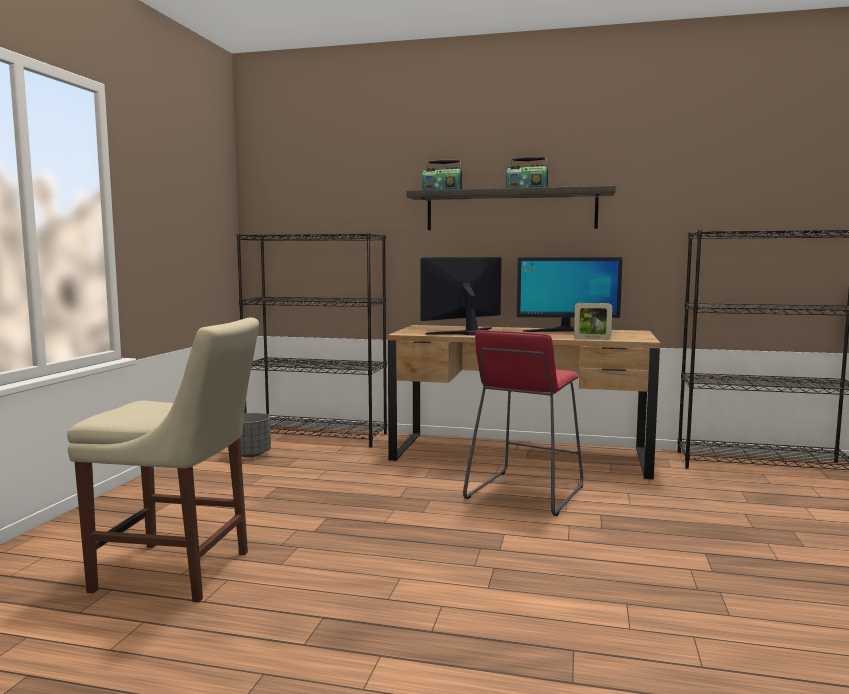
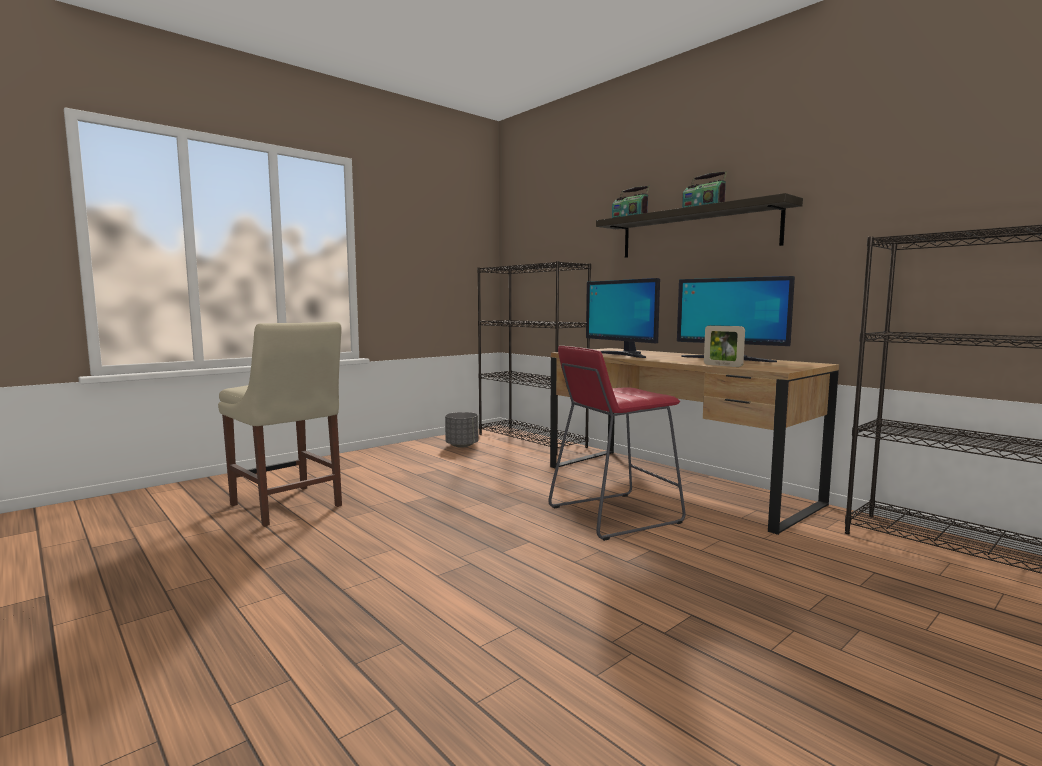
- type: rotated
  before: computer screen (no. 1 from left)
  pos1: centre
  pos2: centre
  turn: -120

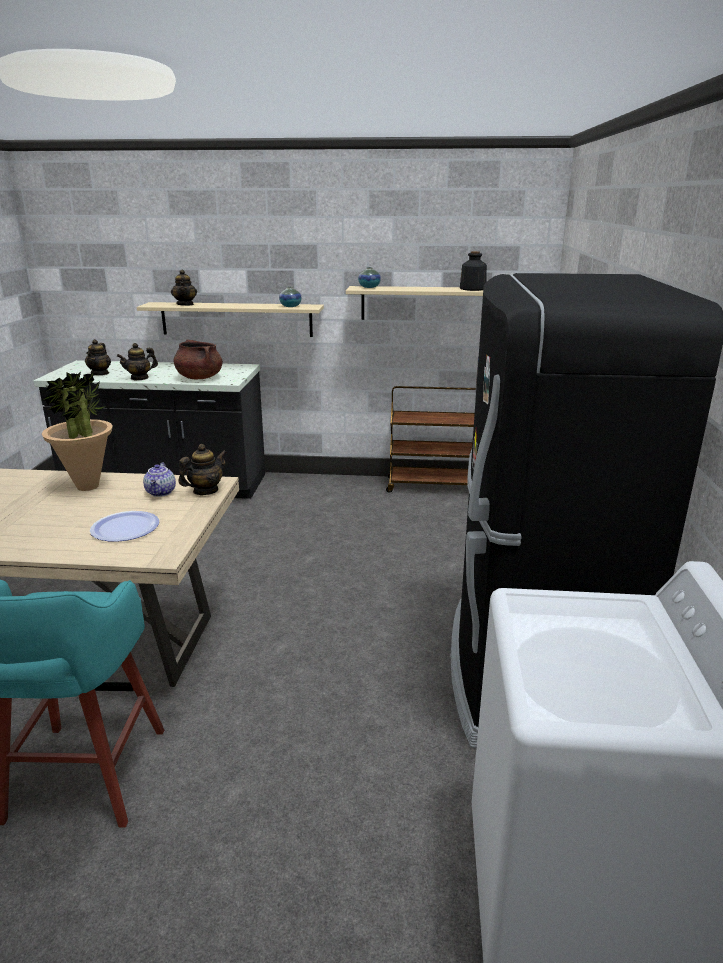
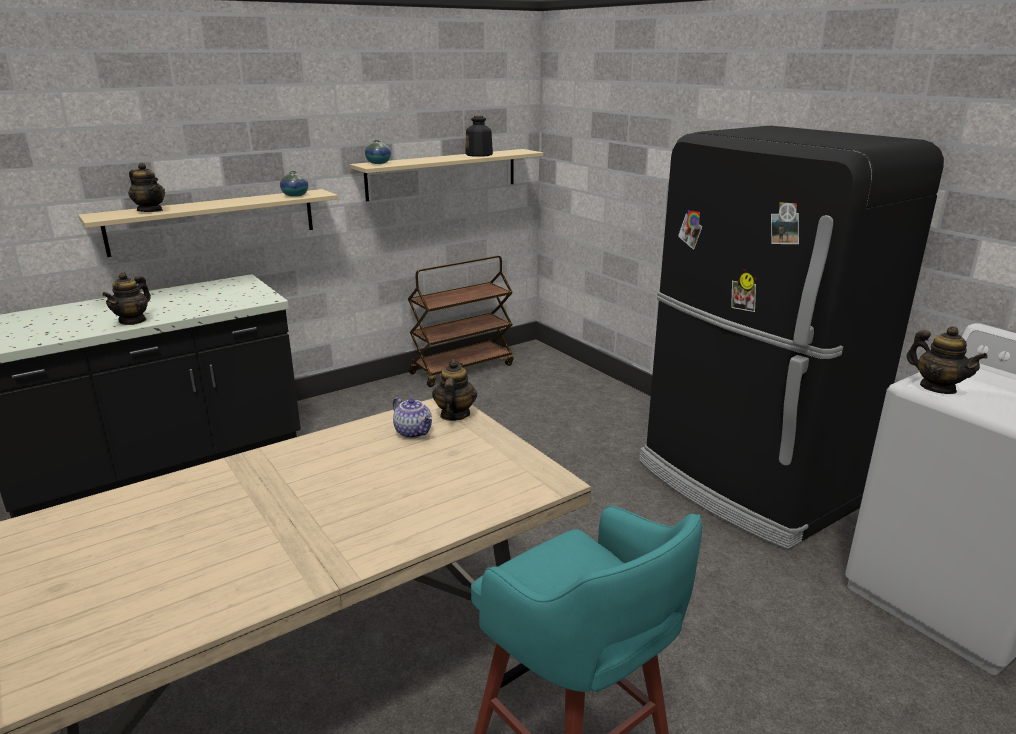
- type: shifted
  before: pot for tea (no. 1 from left in the first image)
  after: pot for tea (no. 5 from left)
  pos1: middle left
  pos2: middle right
- type: gone
  before: brown saucepot
  pos1: middle left
- type: gone
  before: potted plant
  pos1: middle left
- type: gone
  before: dinner plate
  pos1: middle left

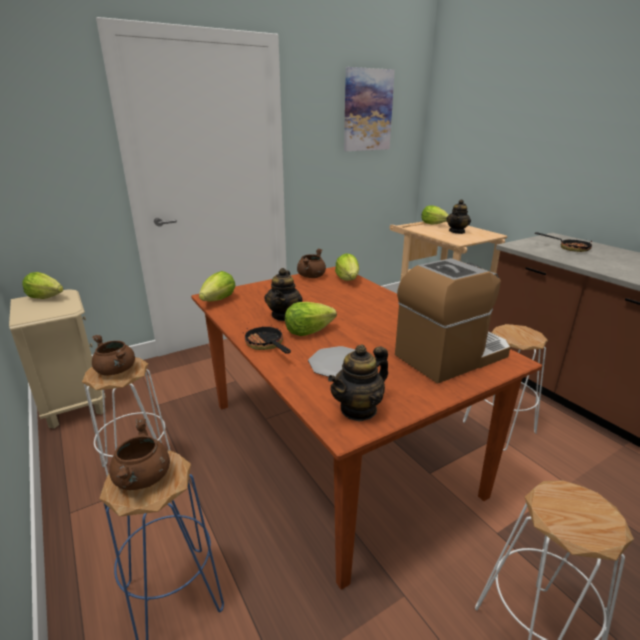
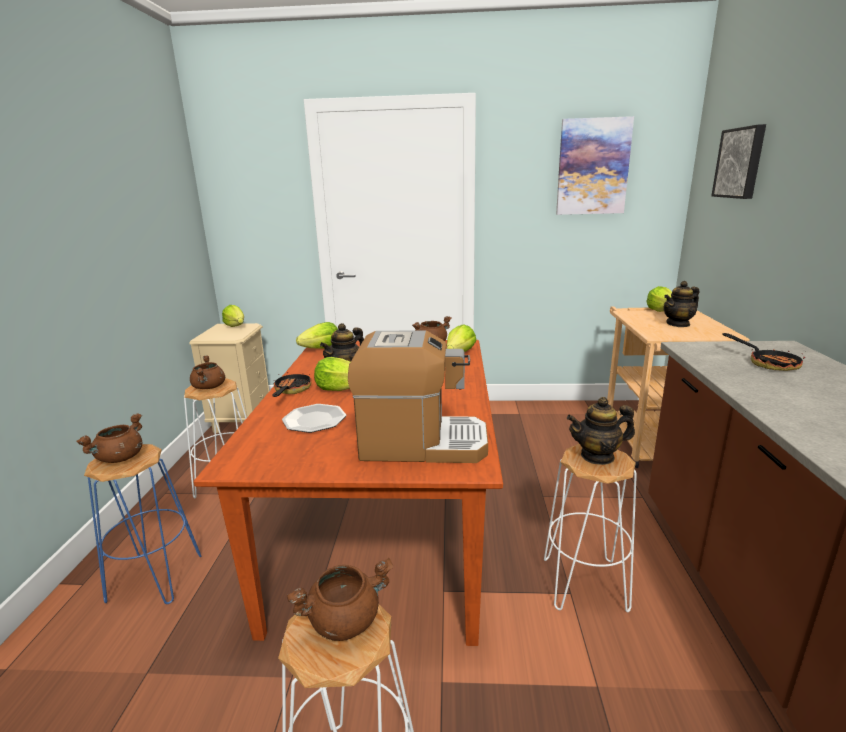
- type: shifted
  before: pot for tea (no. 2 from left)
  pos1: centre
  pos2: middle right
- type: new
  after: wall art (no. 2 from left)
  pos2: top right
- type: new
  after: brown saucepot (no. 3 from left)
  pos2: bottom centre

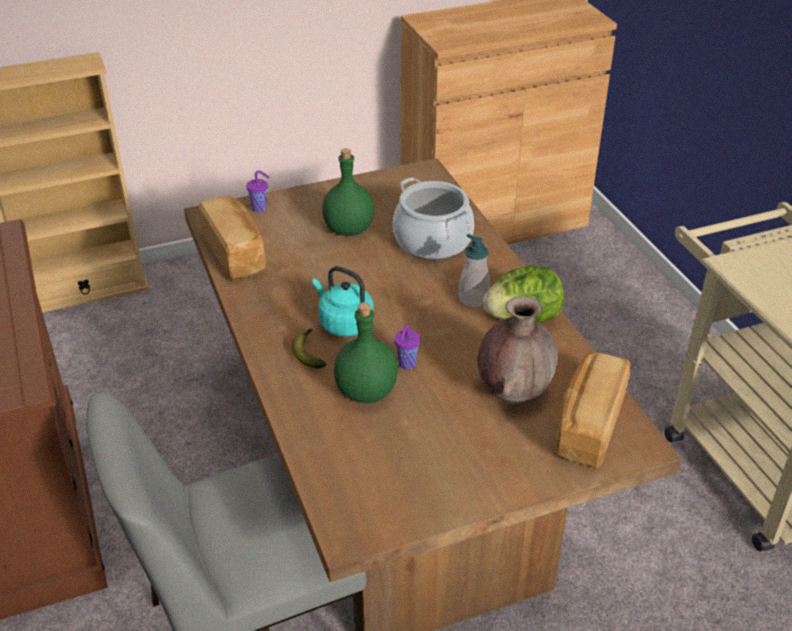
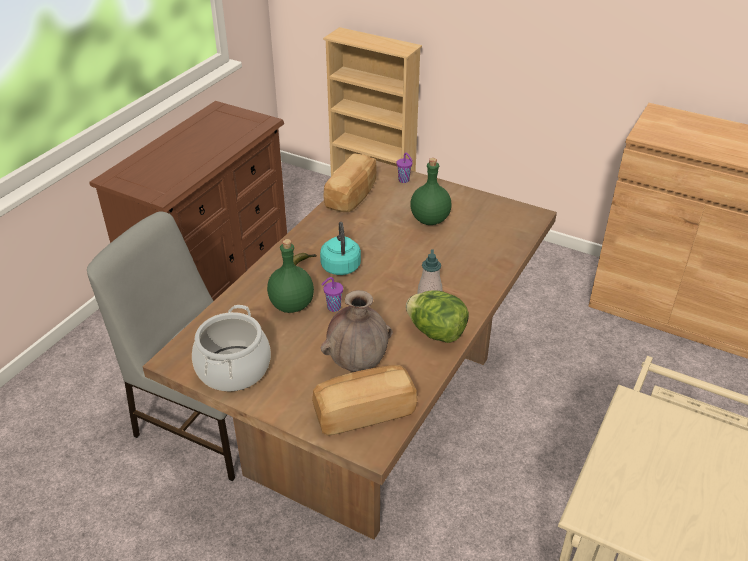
- type: shifted
  before: saucepot
  pos1: centre
  pos2: middle left

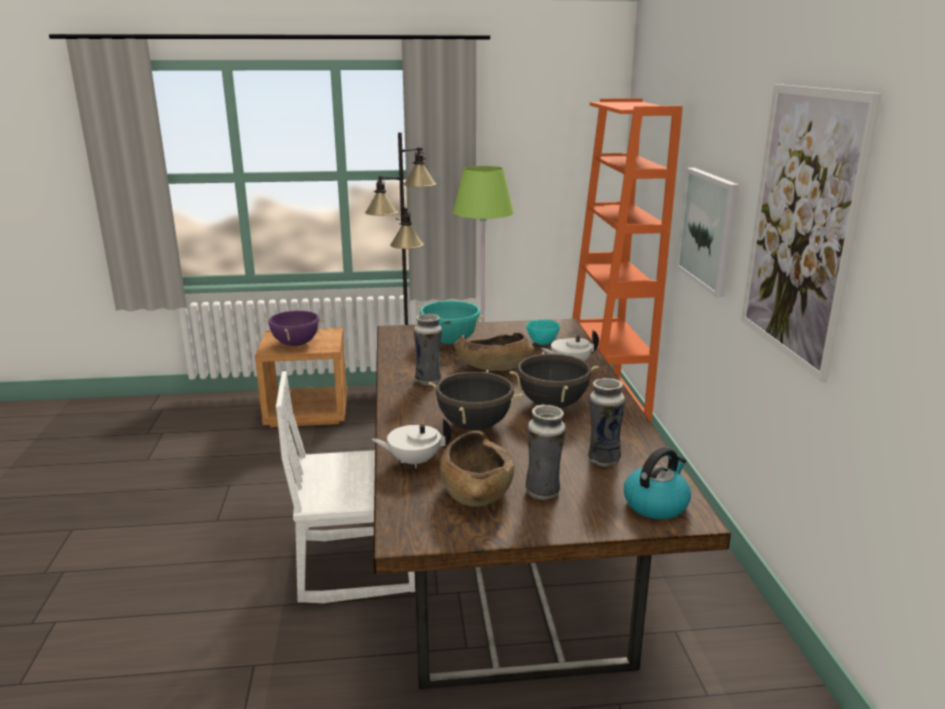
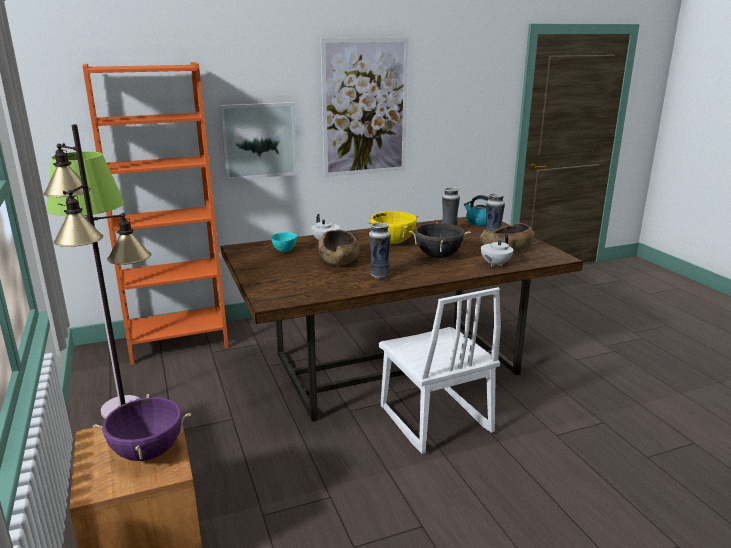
- type: gone
  before: turquoise saucepot
  pos1: centre
- type: repainted
  before: blackish saucepot (no. 2 from left)
  after: yellow-coloured saucepot
  pos1: centre
  pos2: centre
- type: rotated
  before: whitish pot for tea (no. 1 from left in the first image)
  pos1: centre
  pos2: middle right
  turn: 60

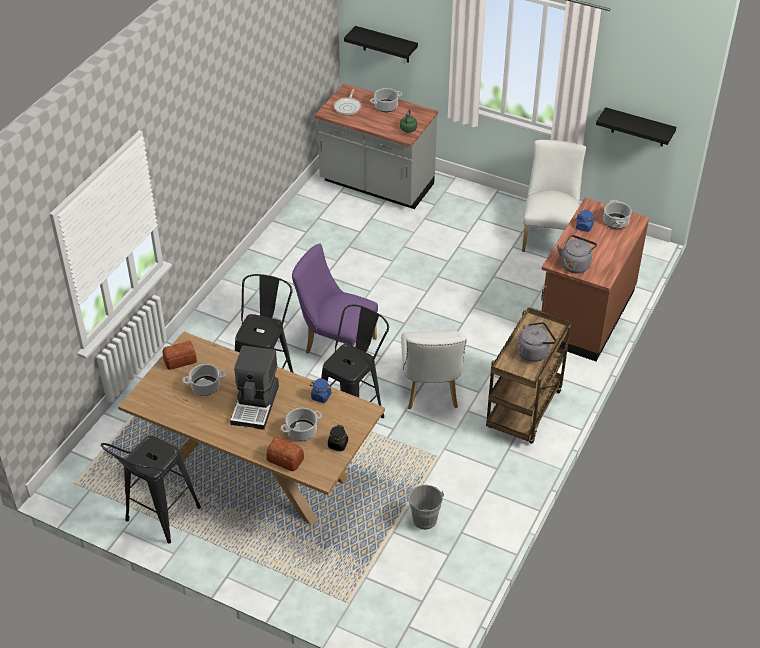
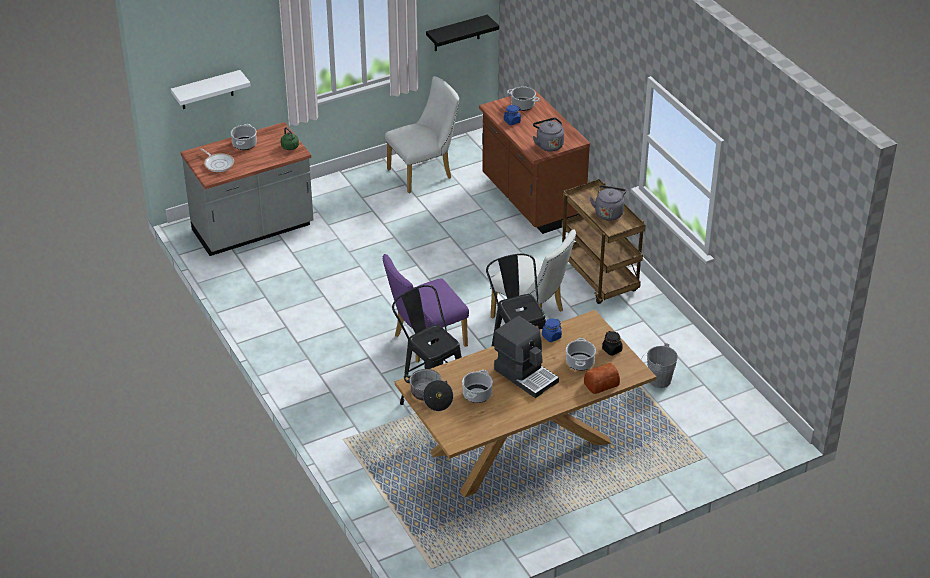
- type: repainted
  before: blackish wall shelf (no. 1 from left)
  after: whitish wall shelf
  pos1: top centre
  pos2: top left
- type: rotated
  before: whitish chair (no. 2 from left in the first image)
  pos1: top right
  pos2: top centre
  turn: 105
- type: swapped
  before: bakery bread (no. 1 from left)
  after: saucepot (no. 2 from left)
  pos1: middle left
  pos2: bottom centre
- type: gone
  before: blackish stool seat (no. 1 from left)
  pos1: bottom left

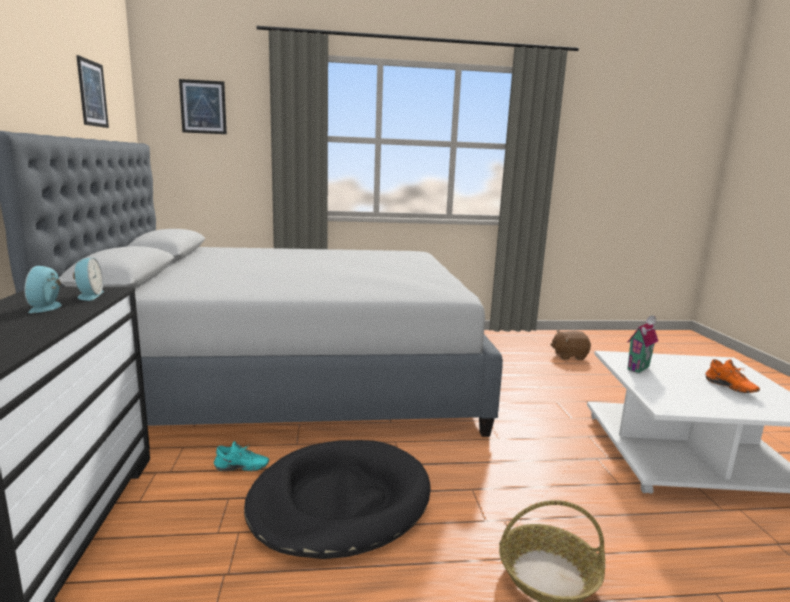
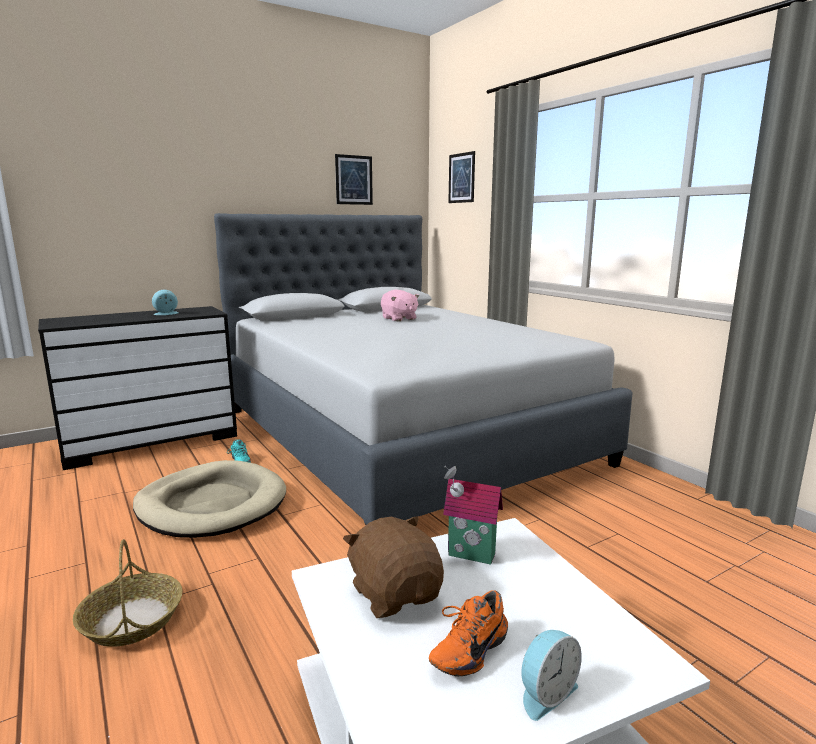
- type: shifted
  before: table clock (no. 2 from left)
  pos1: middle left
  pos2: bottom right
- type: shifted
  before: brown soft toy
  pos1: middle right
  pos2: bottom centre
- type: repainted
  before: blackish dog cushion
  after: beige dog cushion
  pos1: bottom centre
  pos2: bottom left
- type: new
  after: pinkish soft toy
  pos2: centre

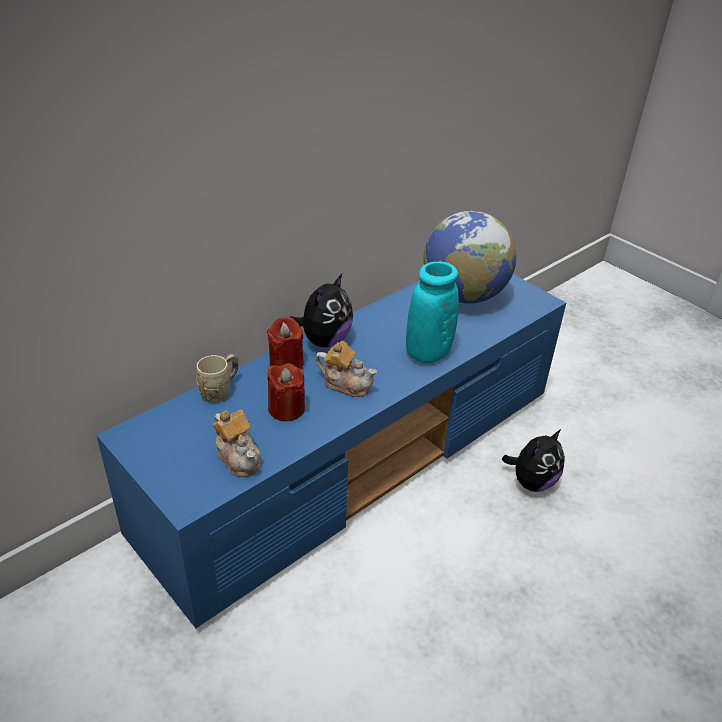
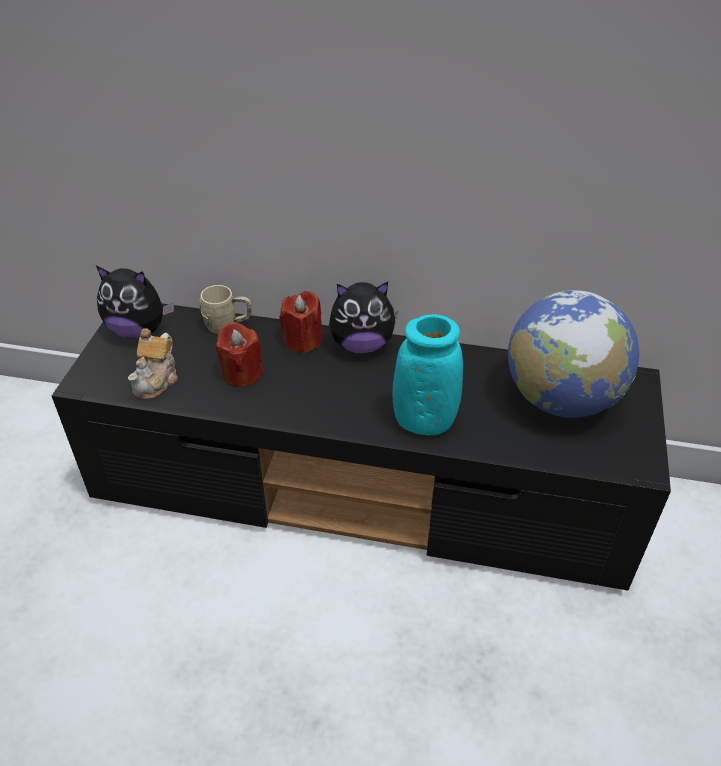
- type: repainted
  before: bluish tv stand
  after: blackish tv stand
  pos1: centre
  pos2: centre
- type: gone
  before: pot for tea (no. 2 from left)
  pos1: centre
- type: shifted
  before: soft toy (no. 2 from left in the first image)
  after: soft toy (no. 1 from left)
  pos1: middle right
  pos2: middle left

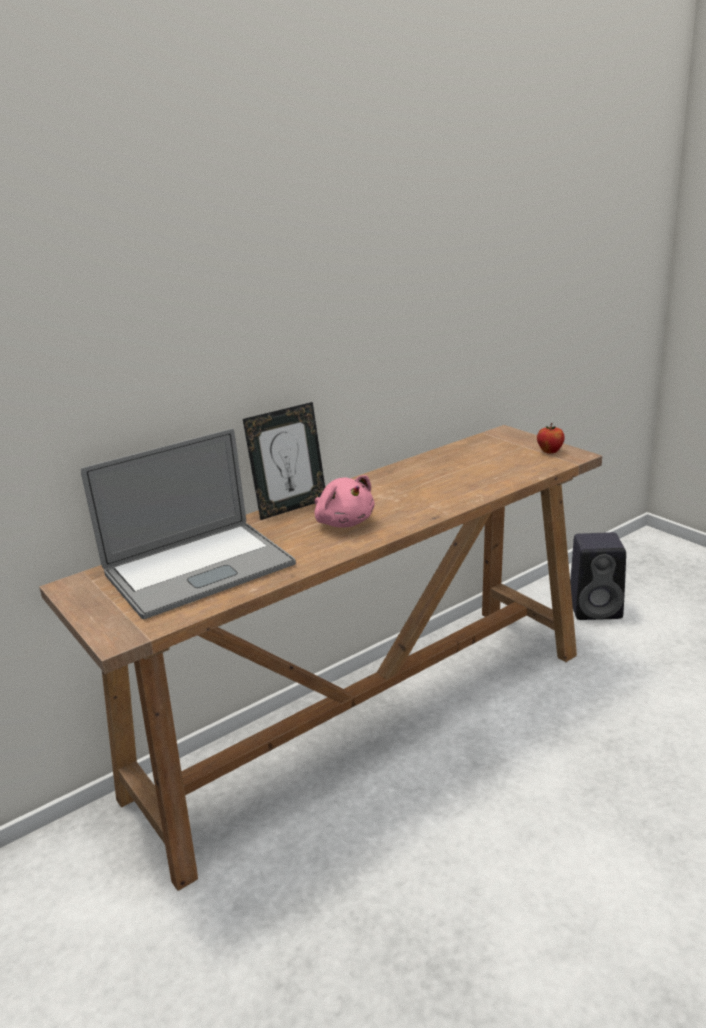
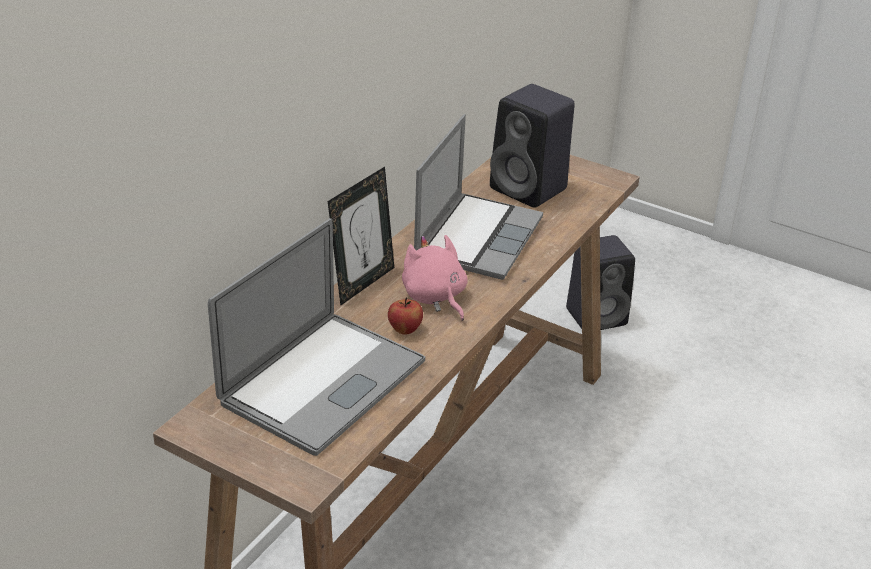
- type: shifted
  before: apple
  pos1: middle right
  pos2: centre
- type: rotated
  before: pinkish soft toy
  pos1: centre
  pos2: centre
  turn: -150
- type: new
  after: blackish audio speaker (no. 1 from left)
  pos2: top centre
- type: new
  after: notebook computer (no. 2 from left)
  pos2: centre

